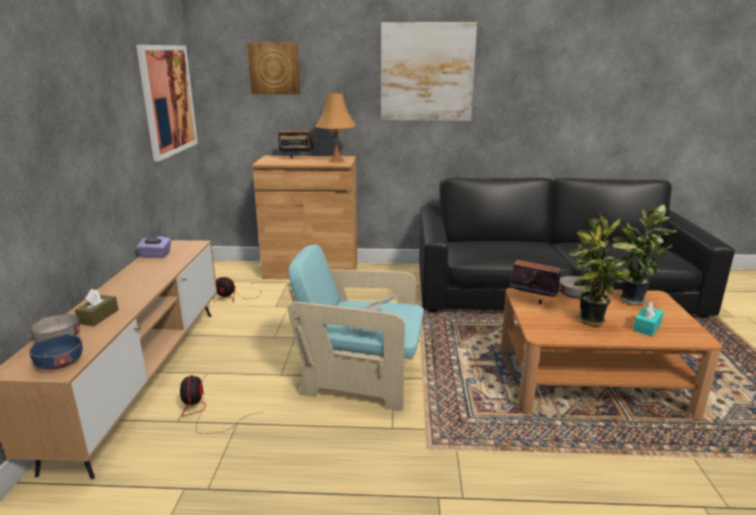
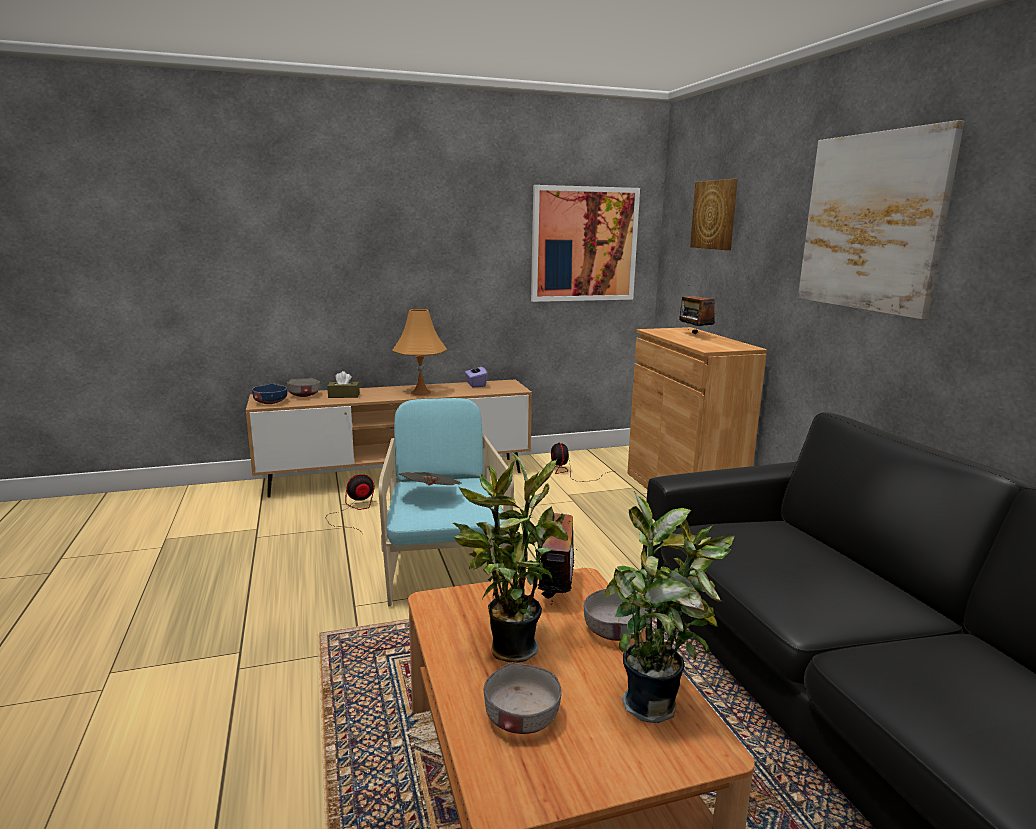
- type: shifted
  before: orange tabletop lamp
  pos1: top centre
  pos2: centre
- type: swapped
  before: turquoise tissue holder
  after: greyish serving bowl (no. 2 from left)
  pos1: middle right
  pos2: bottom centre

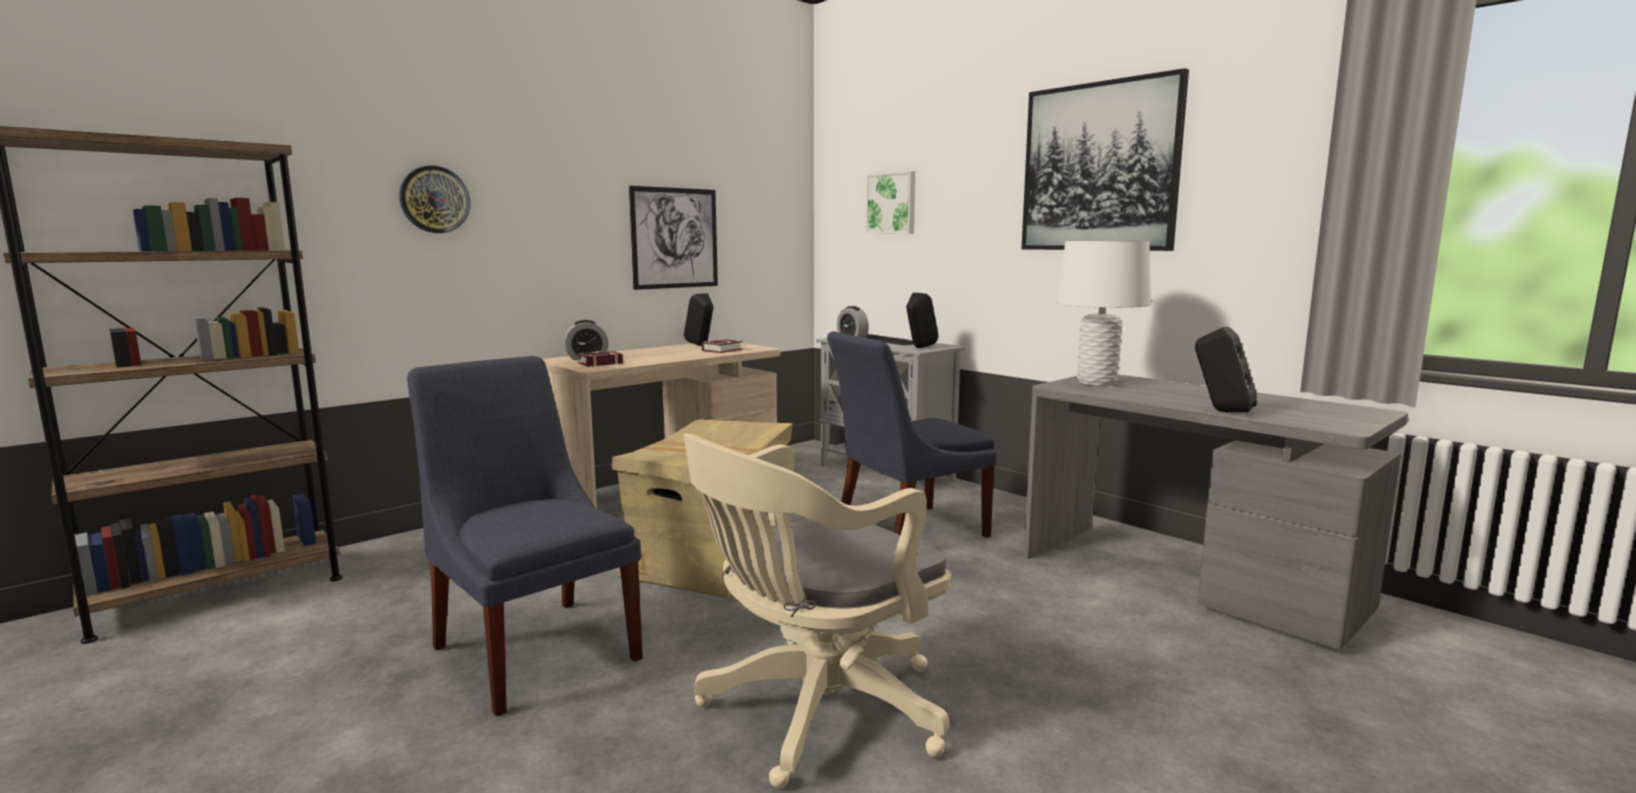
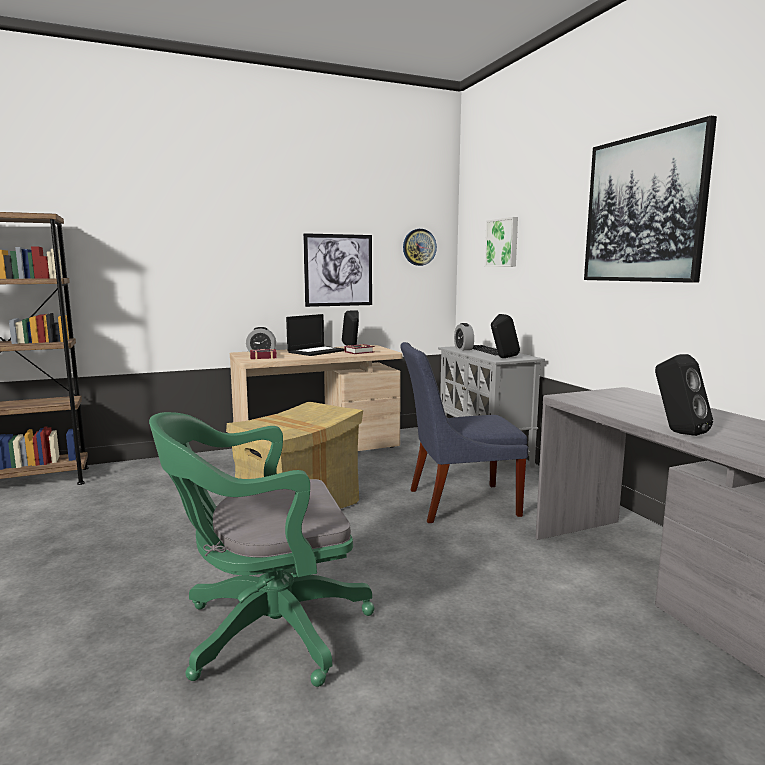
- type: shifted
  before: clock on the wall
  pos1: top left
  pos2: top centre
- type: gone
  before: whitish tabletop lamp
  pos1: middle right
- type: gone
  before: bluish chair (no. 1 from left)
  pos1: bottom left
- type: repainted
  before: beige desk chair
  after: green desk chair
  pos1: bottom centre
  pos2: bottom centre
- type: new
  after: notebook computer
  pos2: centre

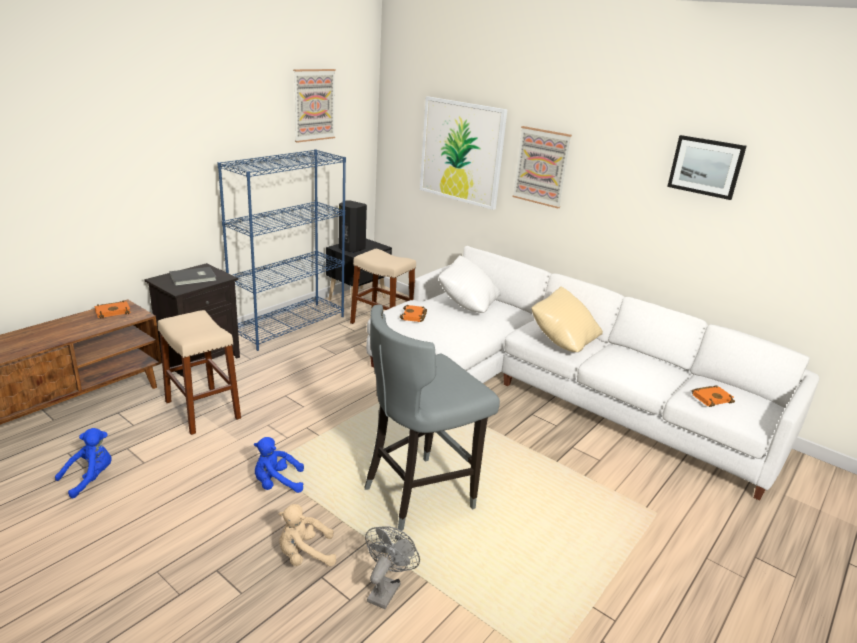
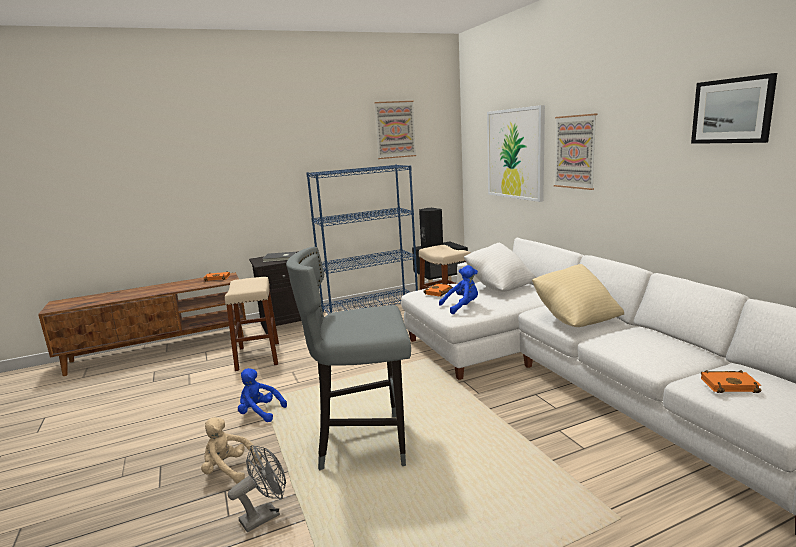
- type: shifted
  before: bluish soft toy (no. 1 from left in the first image)
  after: bluish soft toy (no. 2 from left)
  pos1: bottom left
  pos2: centre

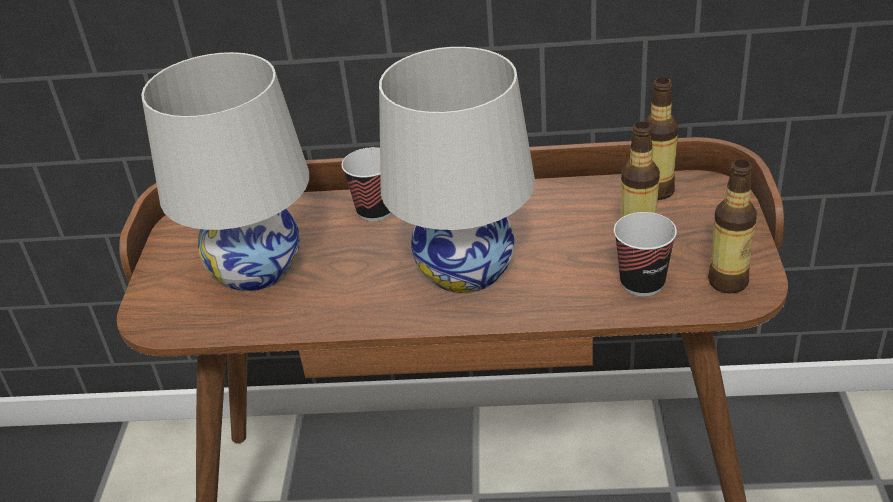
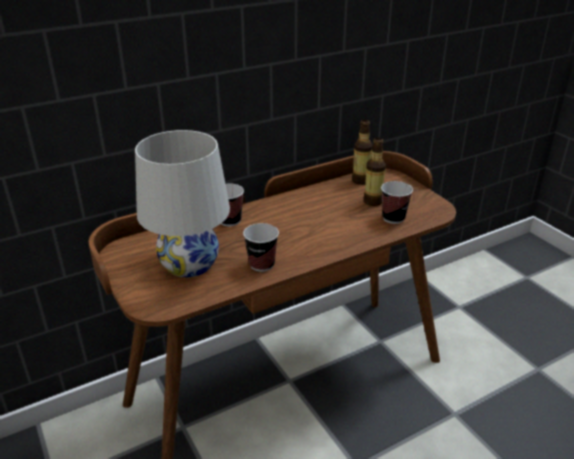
- type: gone
  before: whitish tabletop lamp (no. 2 from left)
  pos1: centre
- type: gone
  before: beverage bottle (no. 3 from left)
  pos1: middle right
- type: new
  after: cup (no. 2 from left)
  pos2: centre

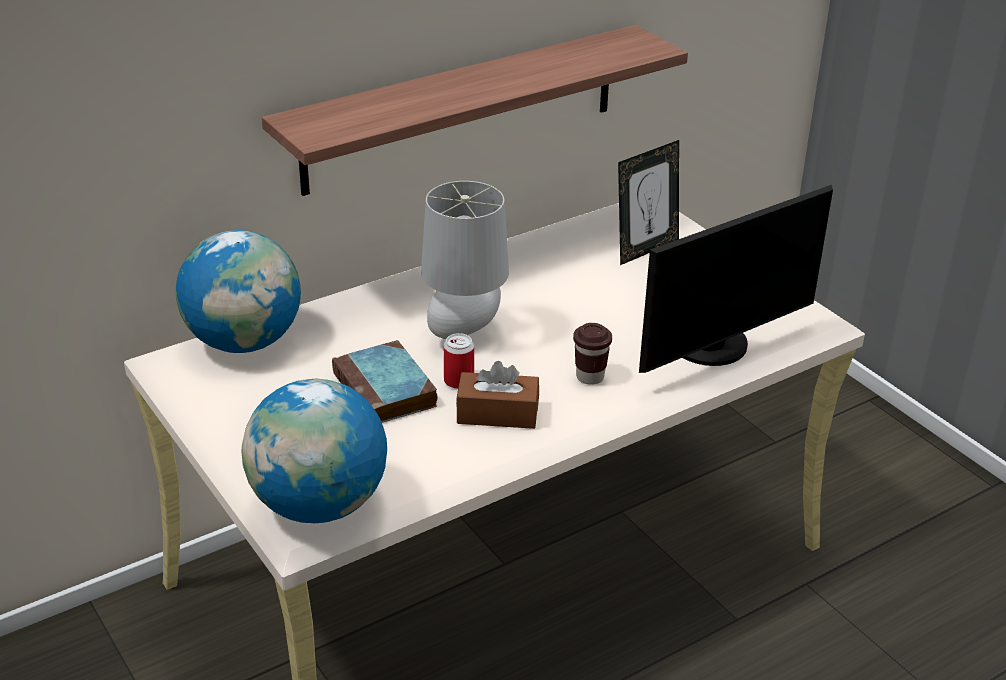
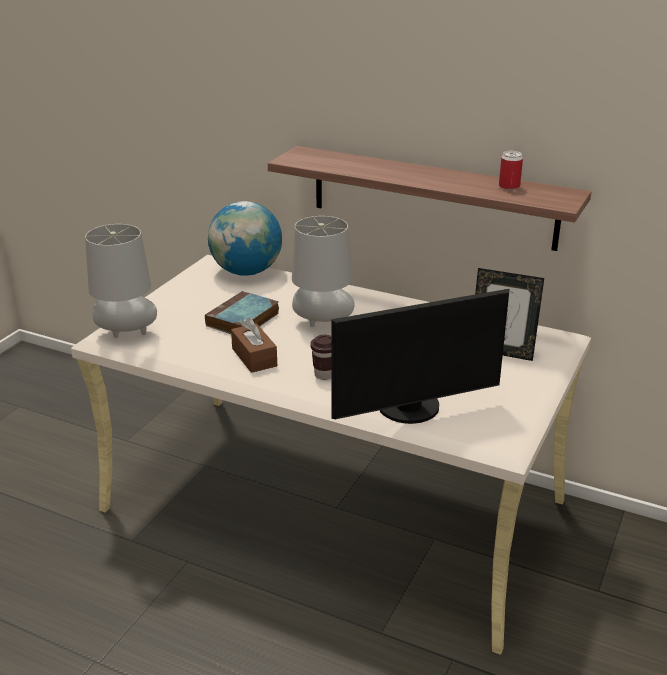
- type: rotated
  before: computer screen
  pos1: middle right
  pos2: centre
  turn: -45
- type: shifted
  before: metal can
  pos1: centre
  pos2: top right
- type: swapped
  before: world globe (no. 2 from left)
  after: greyish tabletop lamp (no. 1 from left)
  pos1: middle left
  pos2: middle left

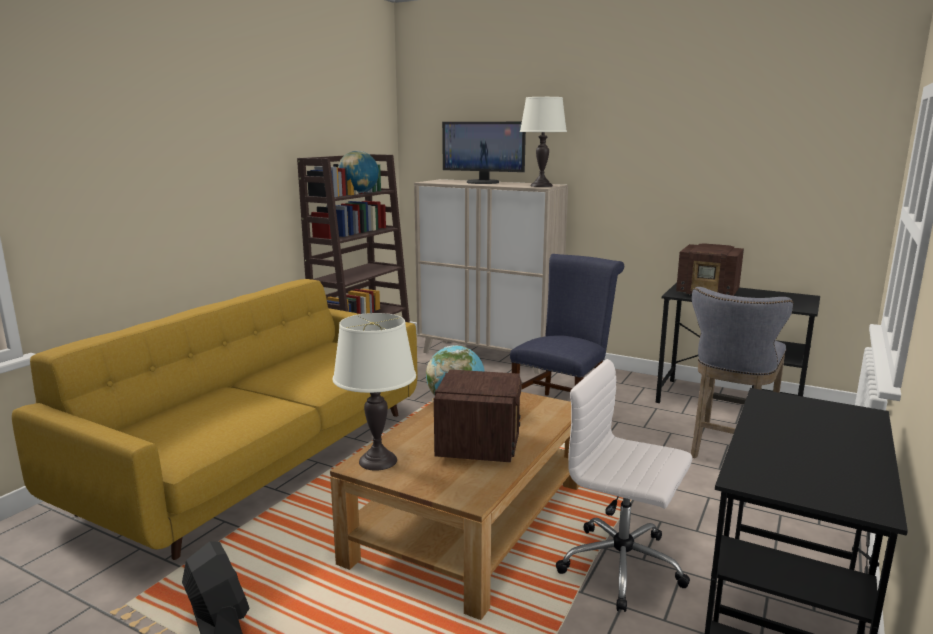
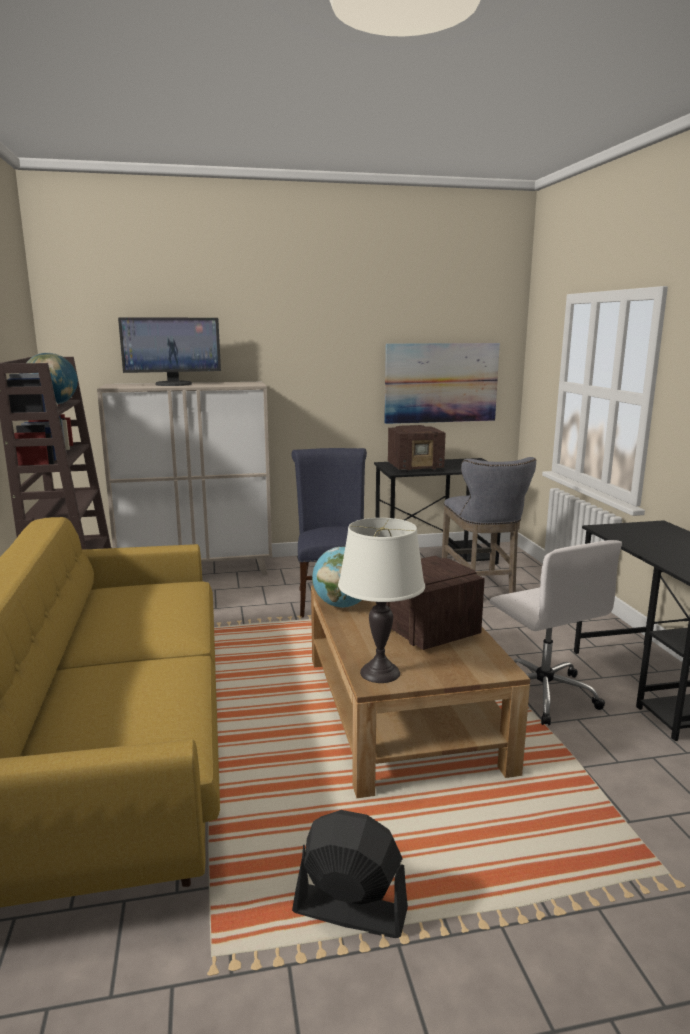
- type: gone
  before: whitish tabletop lamp (no. 2 from left)
  pos1: top centre
- type: rotated
  before: whitish desk chair
  pos1: bottom right
  pos2: middle right
  turn: -105
- type: new
  after: wall art
  pos2: centre

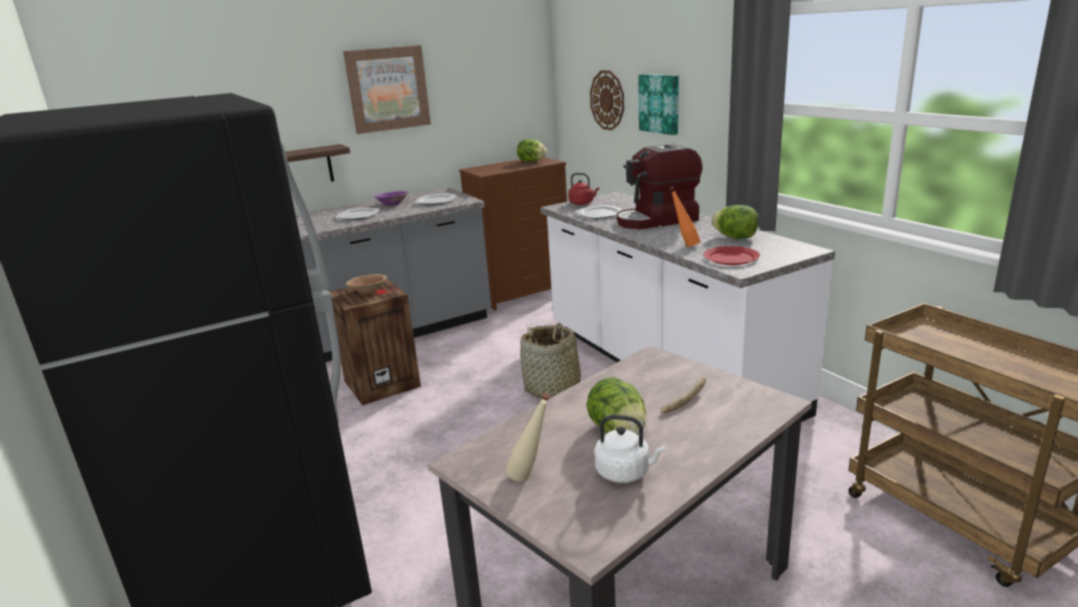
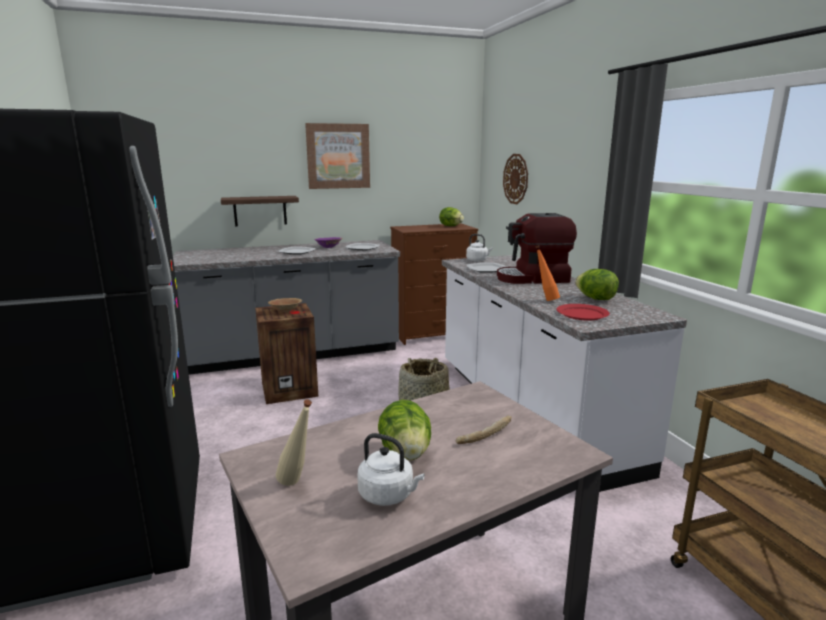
- type: gone
  before: wall art (no. 2 from left)
  pos1: top centre
- type: repainted
  before: red-coloured tea kettle
  after: whitish tea kettle (no. 2 from left)
  pos1: top centre
  pos2: centre

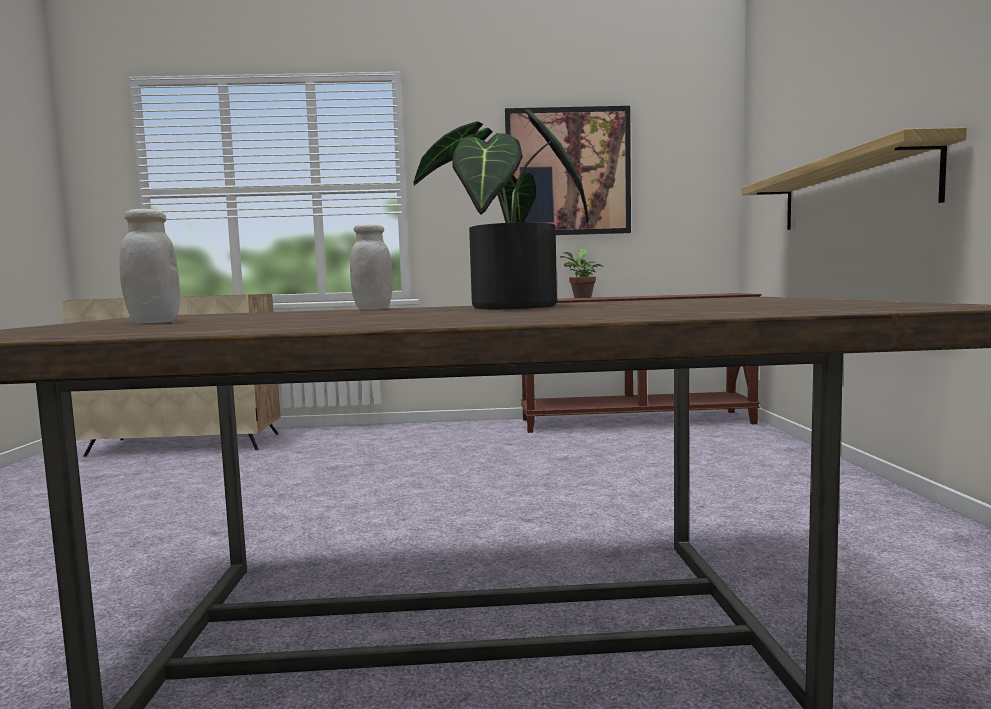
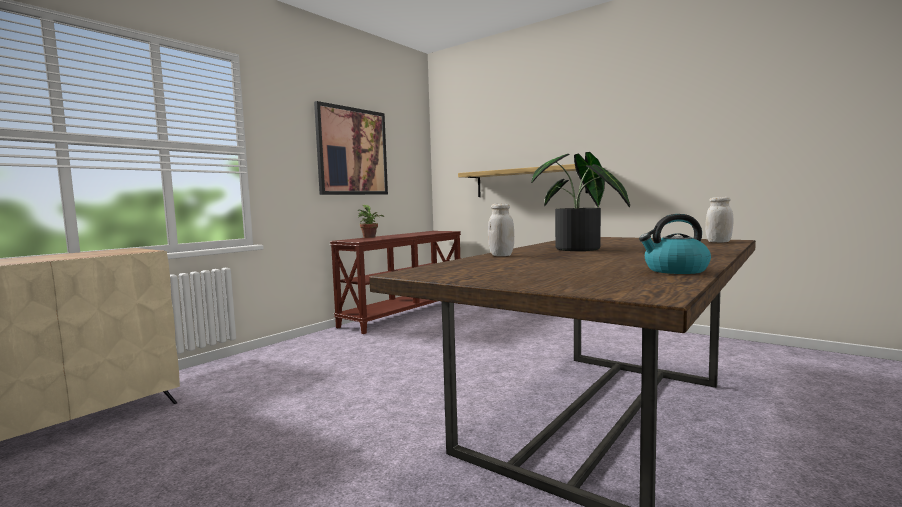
- type: shifted
  before: whitish jar (no. 1 from left in the first image)
  after: whitish jar (no. 2 from left)
  pos1: middle left
  pos2: middle right
- type: new
  after: tea kettle
  pos2: middle right

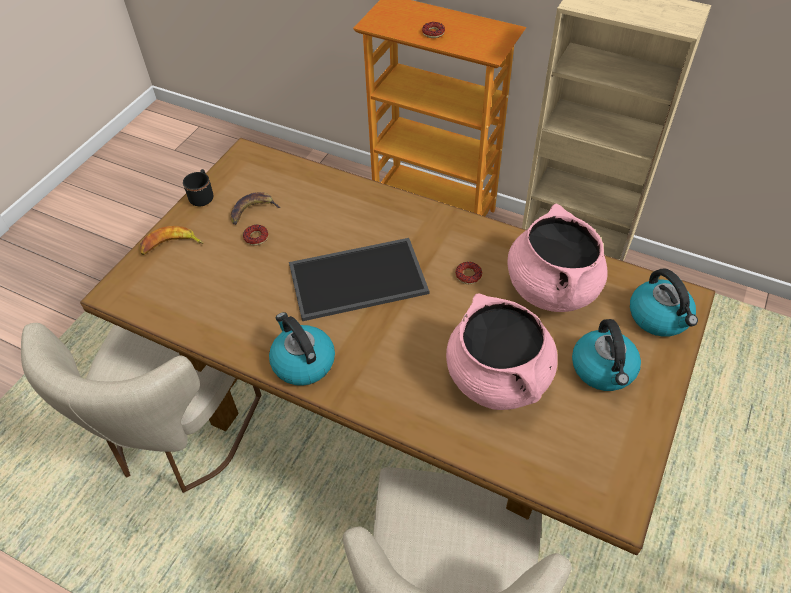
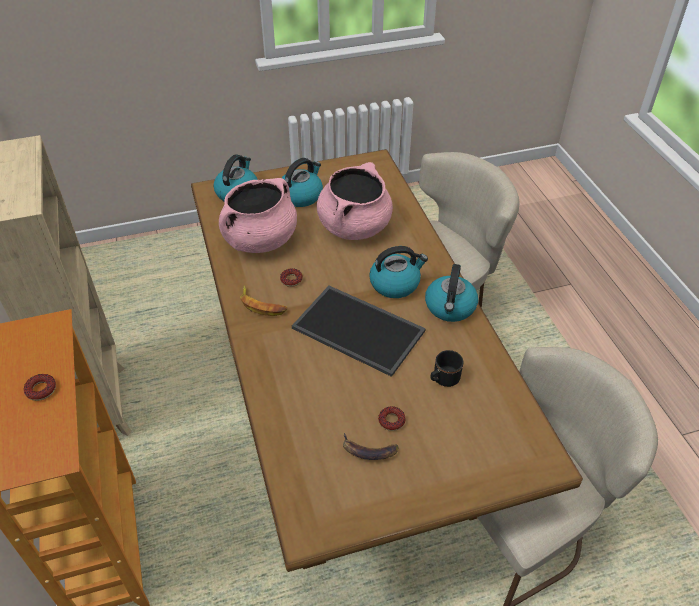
- type: shifted
  before: blackish mug
  pos1: top left
  pos2: centre
- type: shifted
  before: banana fruit (no. 1 from left)
  pos1: middle left
  pos2: centre
- type: new
  after: tea kettle (no. 3 from left)
  pos2: centre

